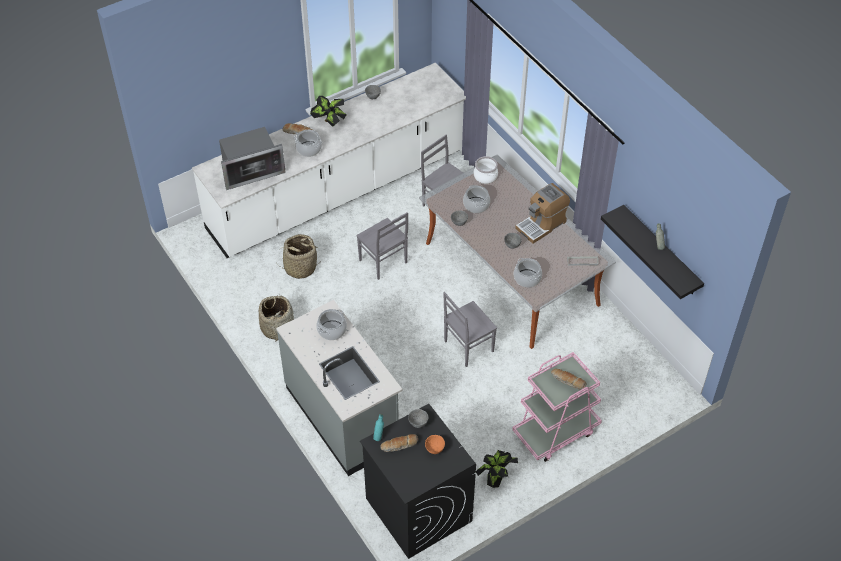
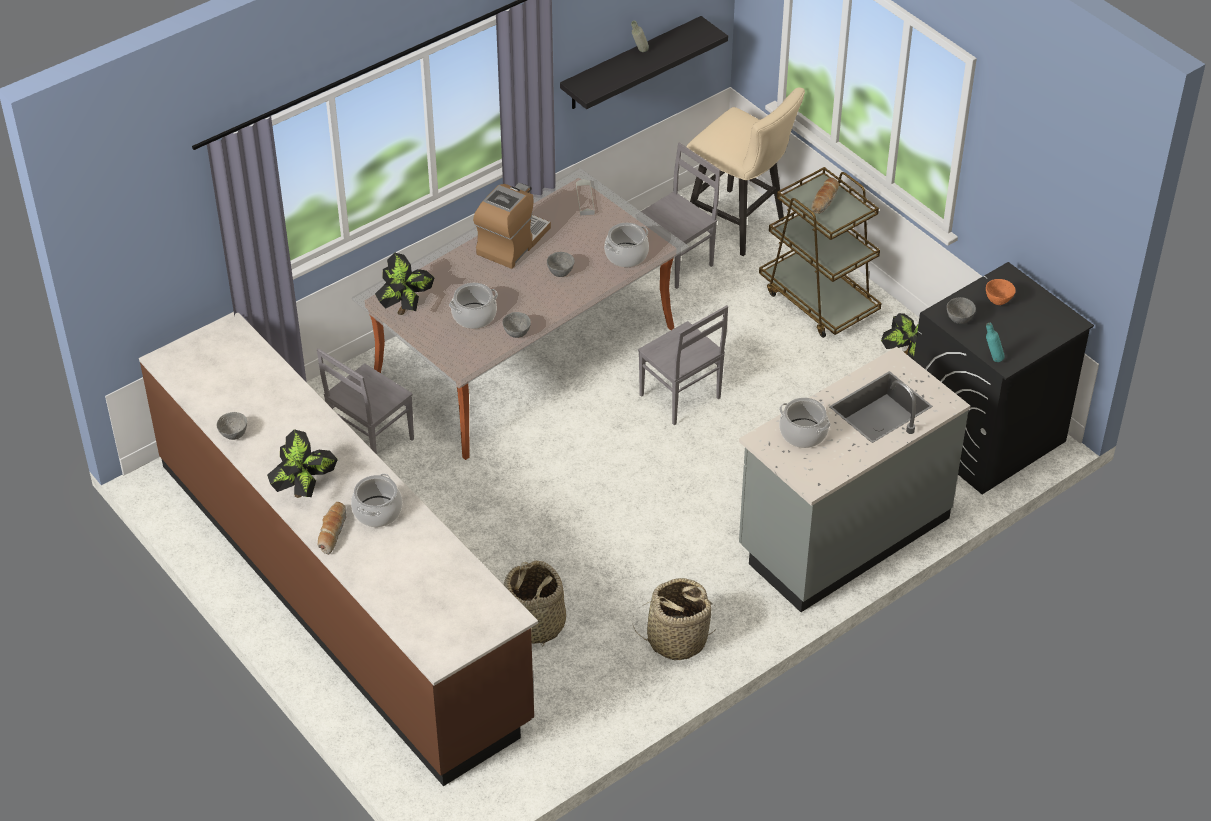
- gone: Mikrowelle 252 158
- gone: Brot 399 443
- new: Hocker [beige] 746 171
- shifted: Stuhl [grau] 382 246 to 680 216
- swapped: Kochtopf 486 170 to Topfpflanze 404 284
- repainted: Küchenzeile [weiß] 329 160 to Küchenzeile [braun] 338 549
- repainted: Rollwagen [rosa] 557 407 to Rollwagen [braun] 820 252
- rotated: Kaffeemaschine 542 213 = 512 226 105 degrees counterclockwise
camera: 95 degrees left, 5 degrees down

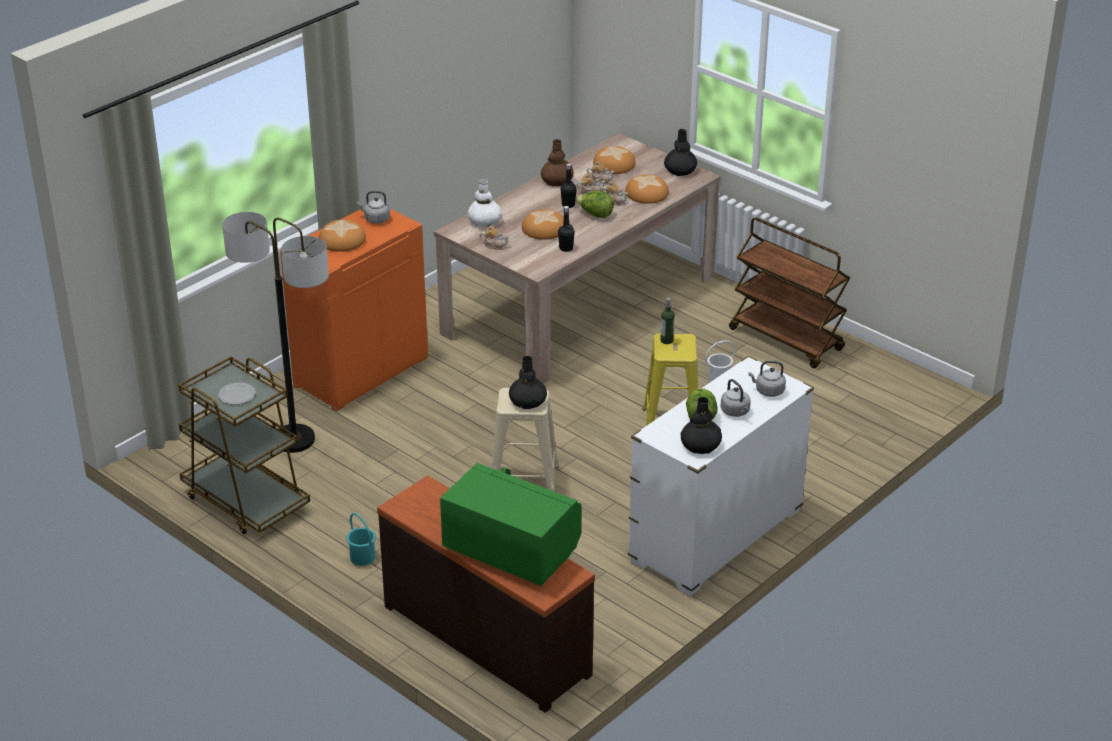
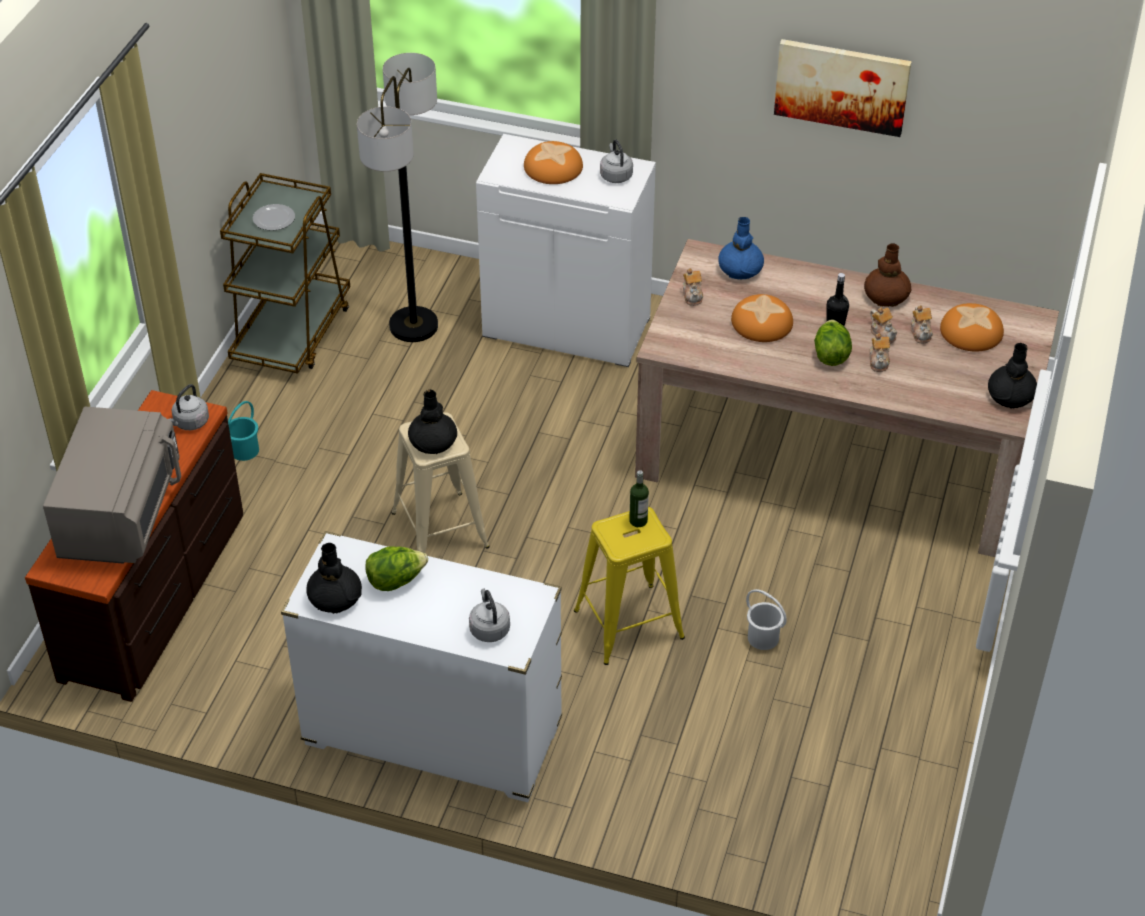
- gone: Flasche [schwarz] 566 229
- gone: Brot 647 189
- gone: Rollwagen [braun] 789 292
- new: Bild 843 88
- shifted: Wasserkessel [grau] 735 398 to 189 407
- repainted: Schrank [orange] 354 310 to Schrank [weiß] 566 250
- repainted: Mikrowelle [grün] 510 524 to Mikrowelle [grau] 112 485
- repainted: Vase [weiß] 484 203 to Vase [blau] 741 248
camera: 65 degrees right, 10 degrees up

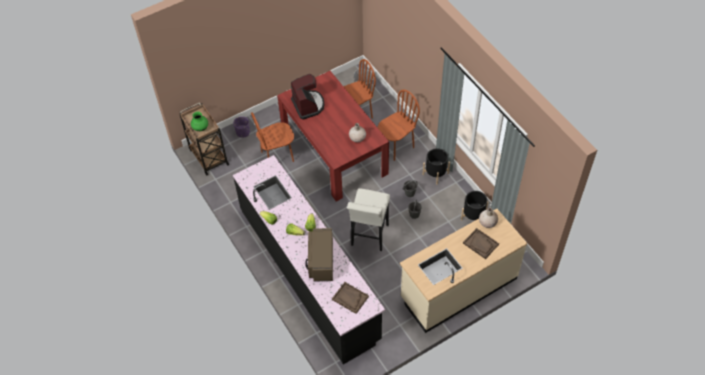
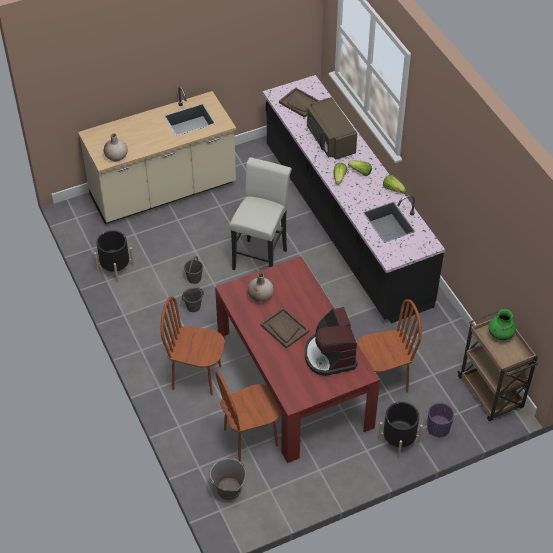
- shifted: Pflanzkübel [schwarz] 436 166 to 400 430
- shifted: Tablett [braun] 481 243 to 284 328
- rotated: Mikrowelle [braun] 319 255 = 332 128 150 degrees clockwise
- rotated: Stuhl [braun] 398 125 = 193 346 45 degrees clockwise
camera: 175 degrees left, 5 degrees down

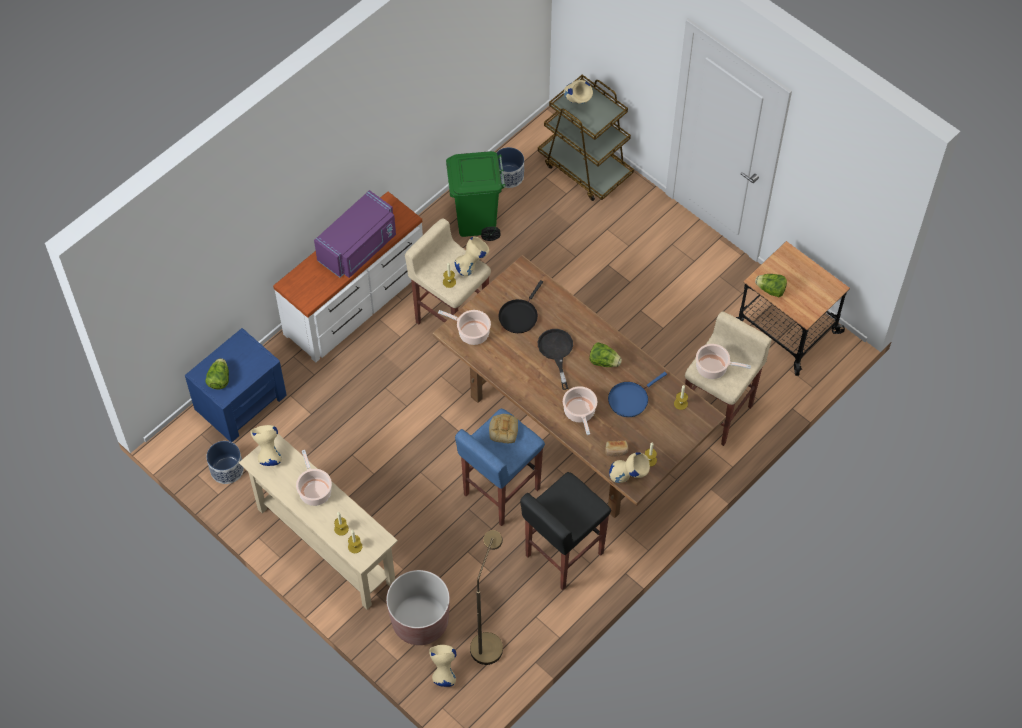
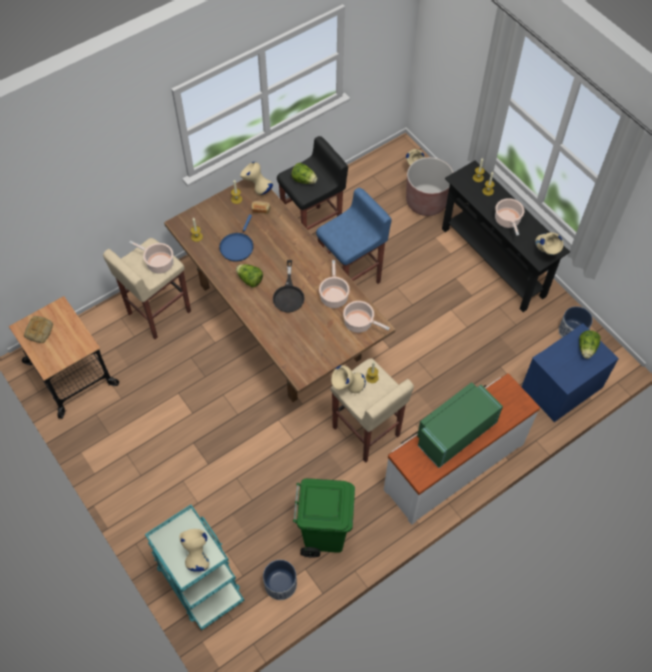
- gone: Stehlampe [braun] 486 597
- gone: Pfanne [schwarz] 520 306
- shifted: Brot 503 428 to 38 329
- shifted: Kochtopf 580 410 to 334 284
- shifted: Salatkopf 771 285 to 304 173
- repainted: Konsolentisch [beige] 318 521 to Konsolentisch [schwarz] 506 236
- repainted: Mikrowelle [lila] 355 234 to Mikrowelle [grün] 460 425
- repainted: Rollwagen [braun] 586 138 to Rollwagen [türkis] 194 567
- rotated: Pfanne [blau] 637 394 = 236 238 135 degrees clockwise
camera: 170 degrees left, 0 degrees up

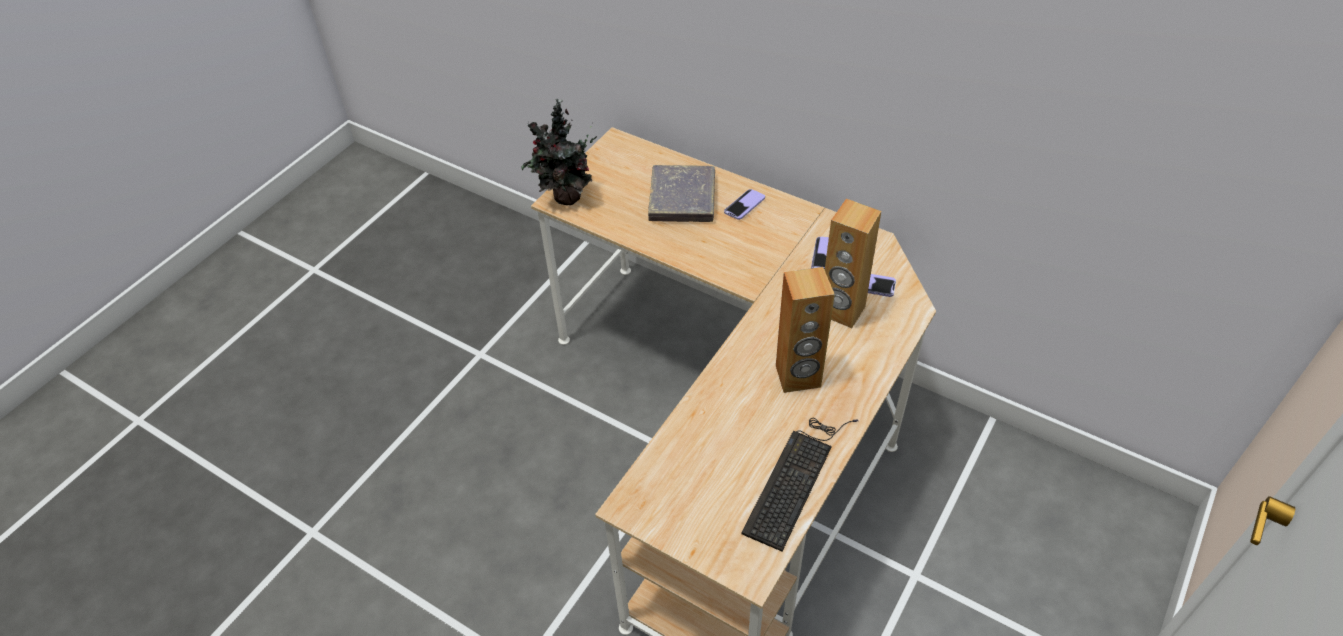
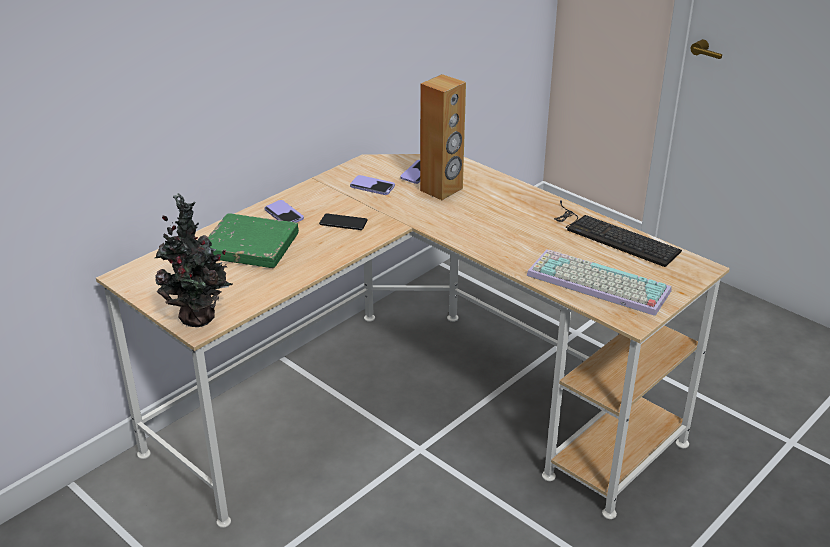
- gone: Lautsprecher [braun] 805 330
- new: Handy 343 221
- new: Tastatur 599 282
- repainted: Buch [grau] 681 193 to Buch [grün] 253 240
camera: 80 degrees left, 15 degrees down

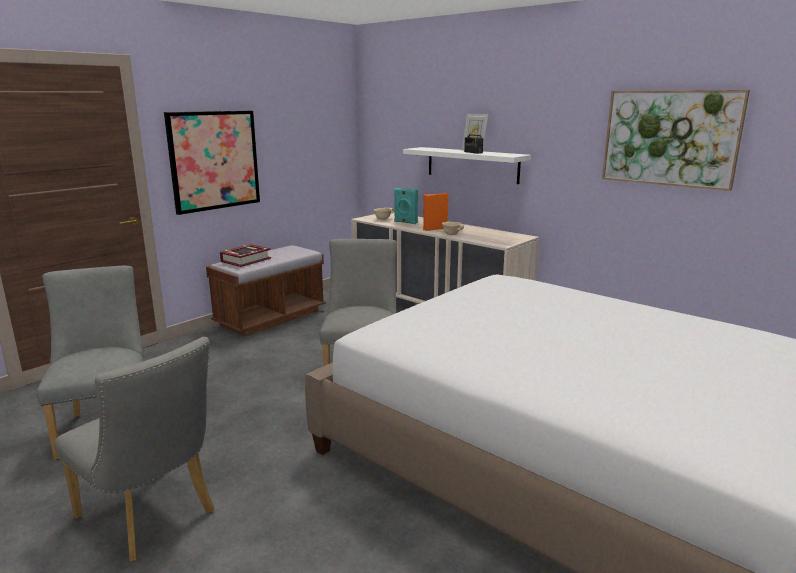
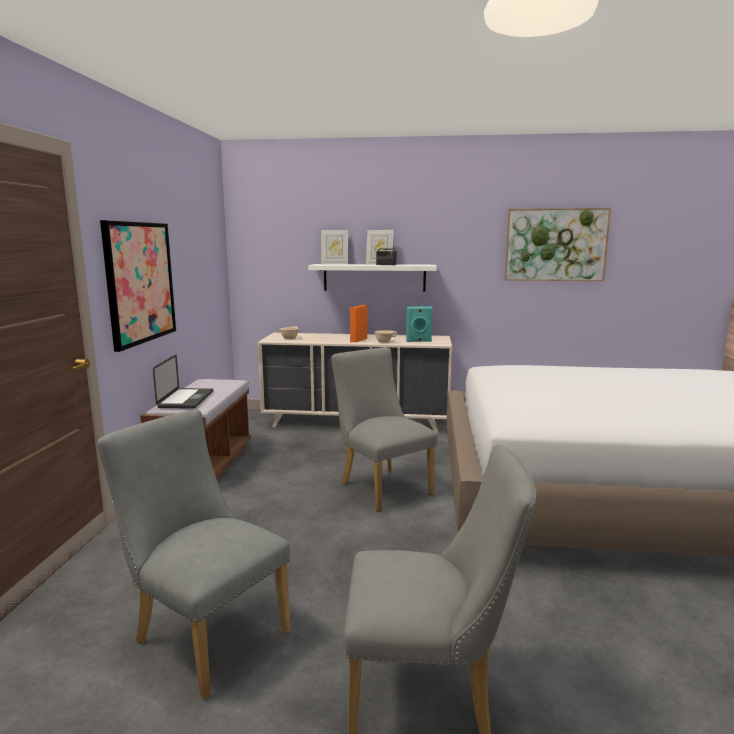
- new: Bilderrahmen 334 247
- shifted: Lautsprecher [türkis] 406 206 to 419 324
- swapped: Buch 245 255 to Laptop 183 381
camera: 35 degrees left, 5 degrees down

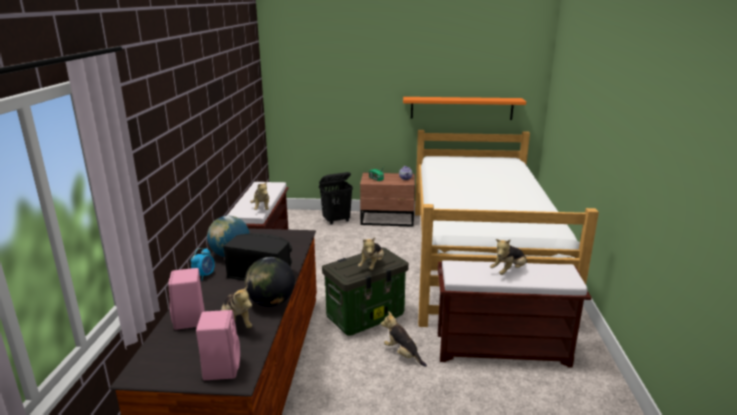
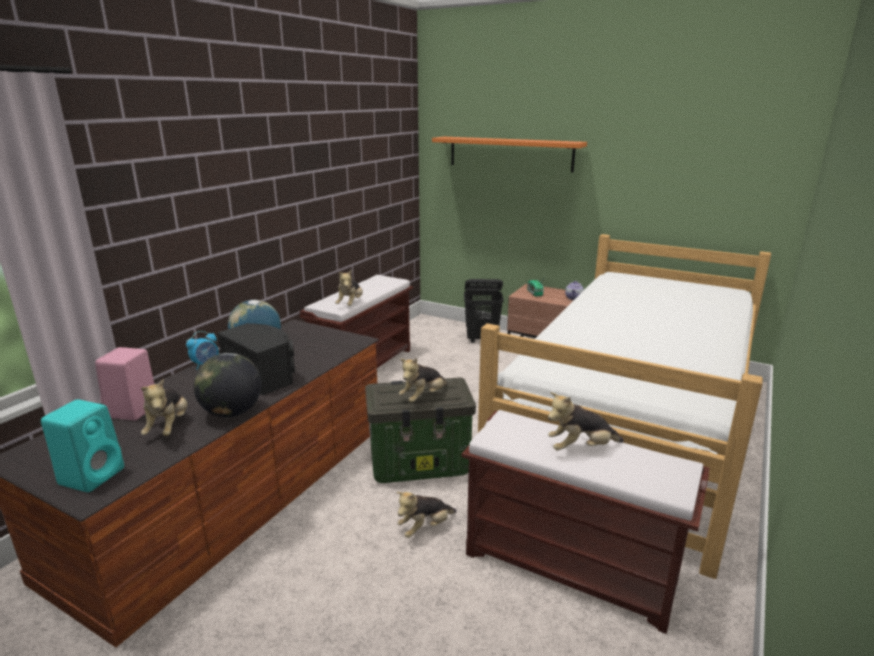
- shifted: Wandregal [orange] 464 108 to 509 154
- repainted: Lautsprecher [rosa] 218 345 to Lautsprecher [türkis] 82 445
- rotated: Plüschtier 404 339 = 426 515 105 degrees counterclockwise
camera: 25 degrees right, 0 degrees up

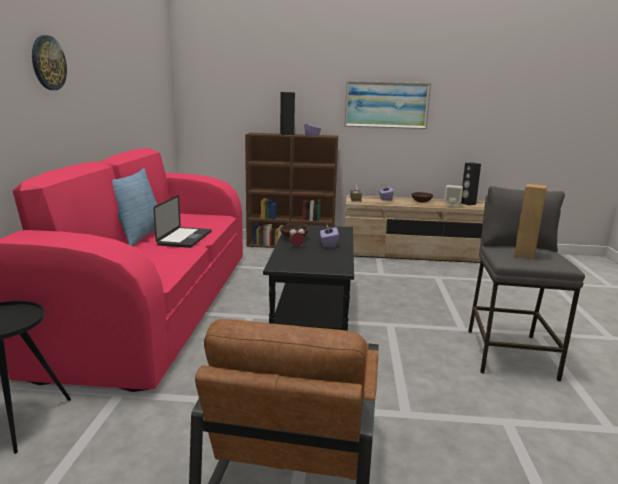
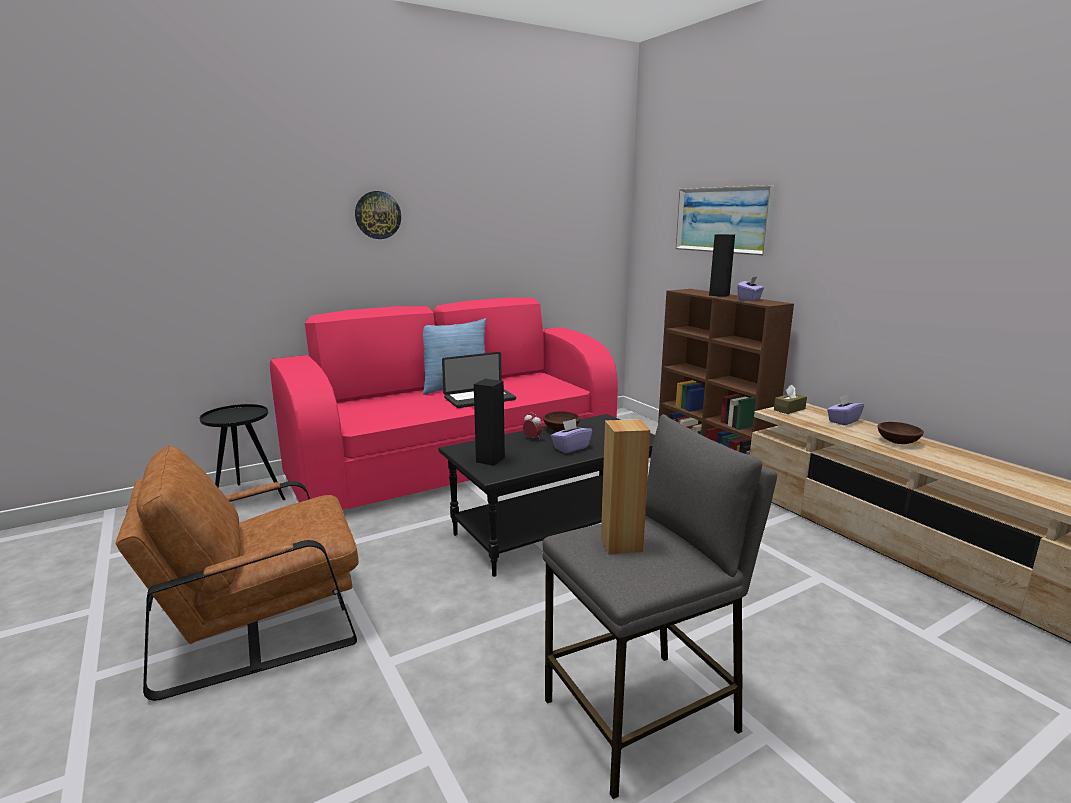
- gone: Lautsprecher [beige] 453 196
- shifted: Bild 387 105 to 725 220
- shifted: Lautsprecher [schwarz] 471 183 to 489 422
camera: 55 degrees right, 0 degrees up

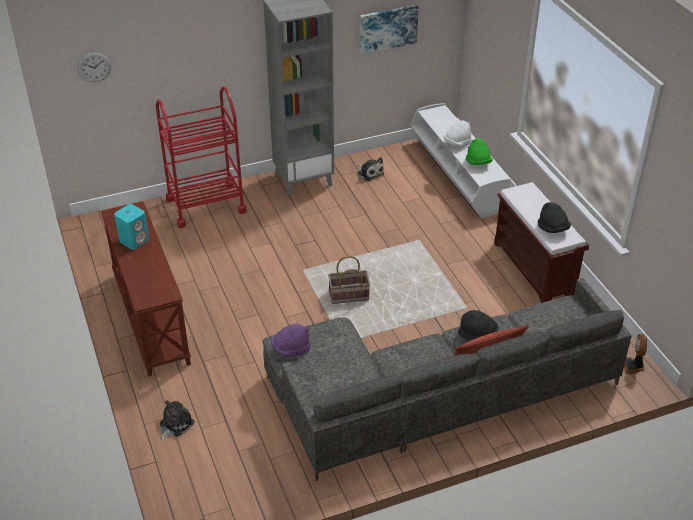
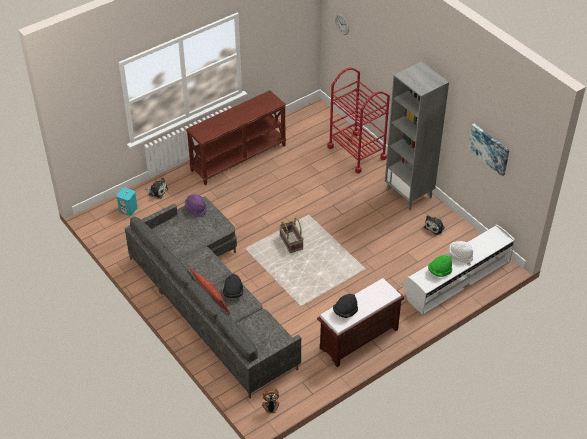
- shifted: Lautsprecher [türkis] 131 227 to 127 202
camera: 75 degrees right, 5 degrees up

